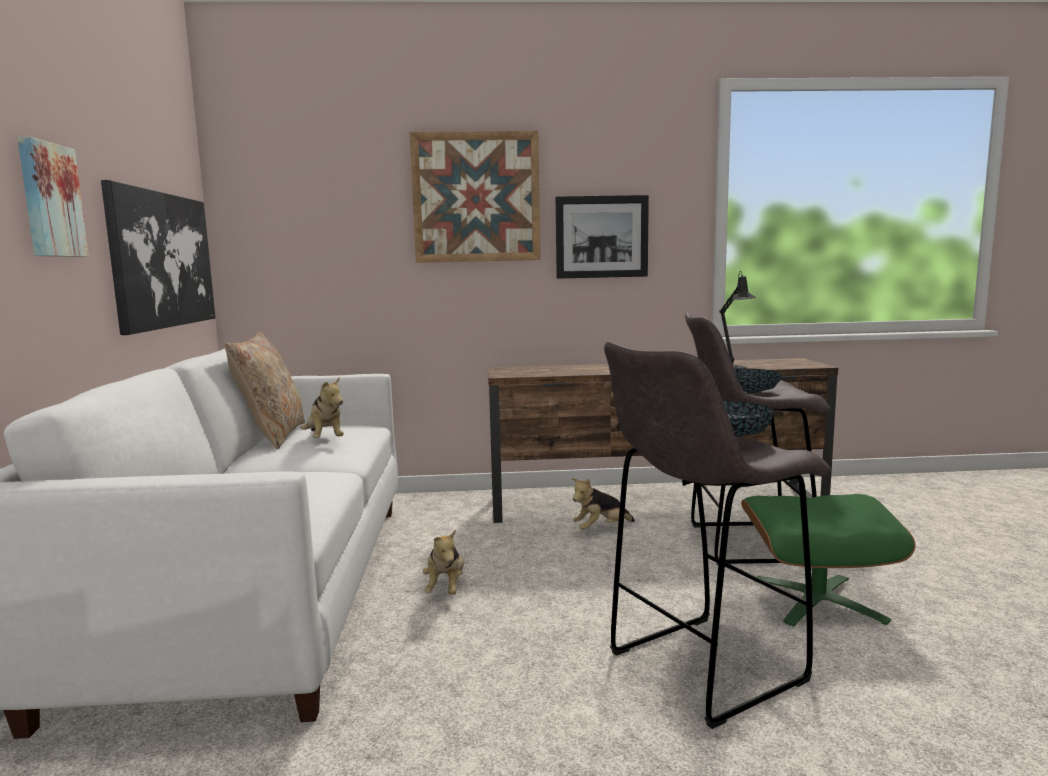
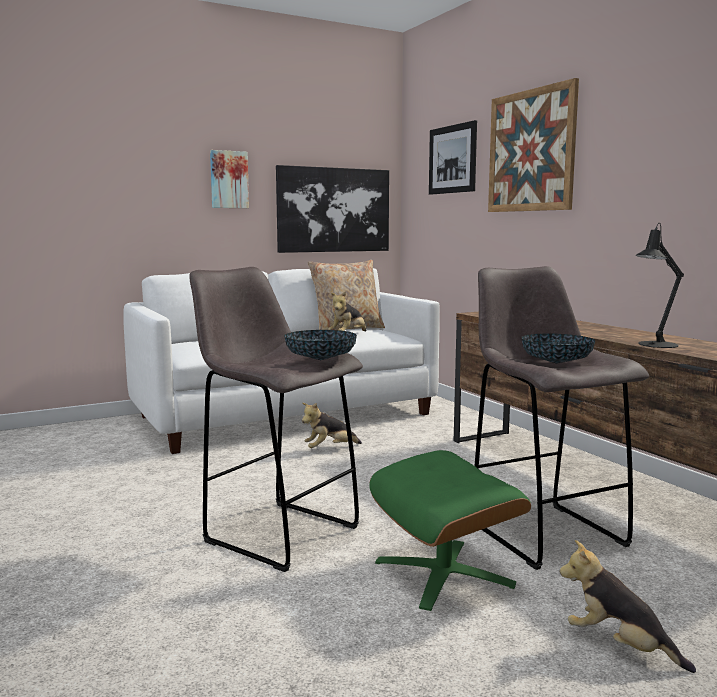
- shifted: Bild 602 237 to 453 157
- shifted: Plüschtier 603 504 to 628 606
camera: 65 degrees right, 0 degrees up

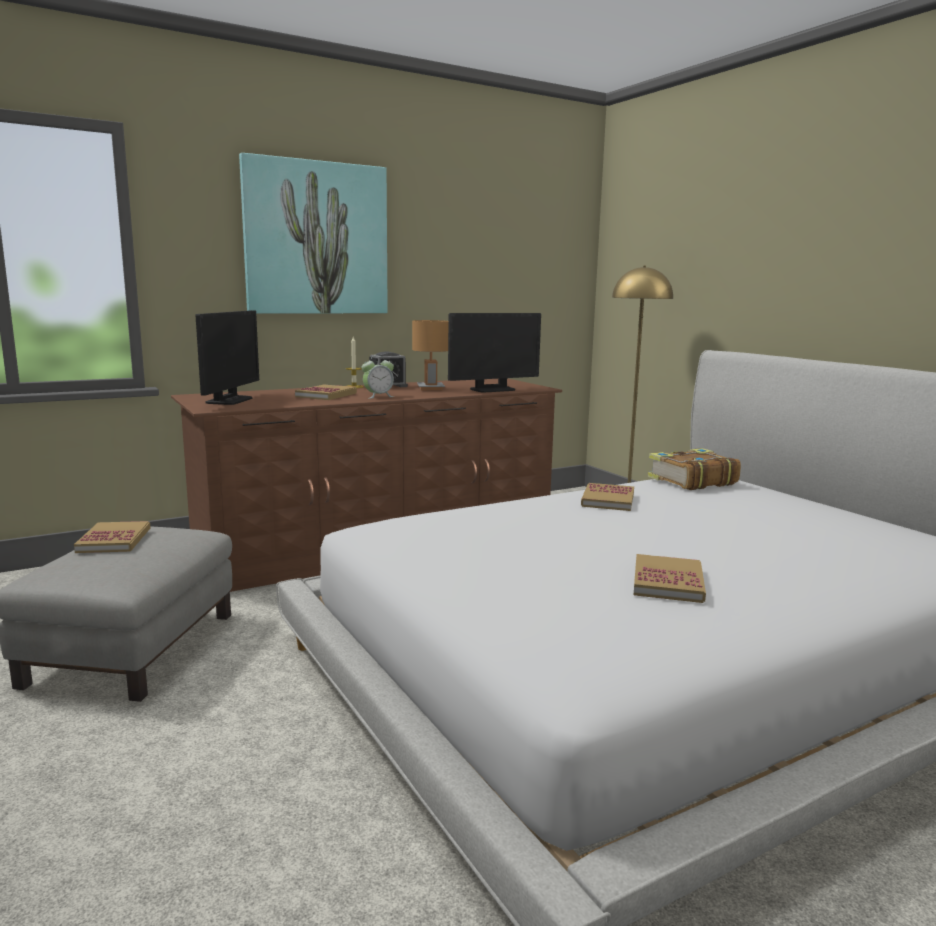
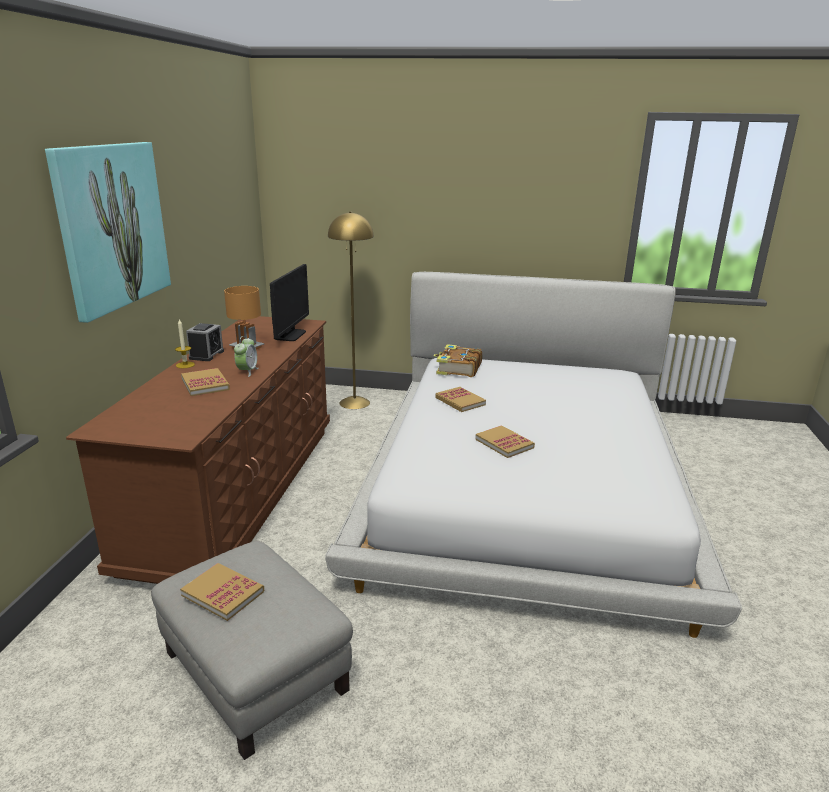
- gone: Monitor 227 357
- shifted: Buch 670 578 to 505 441
camera: 50 degrees left, 10 degrees up

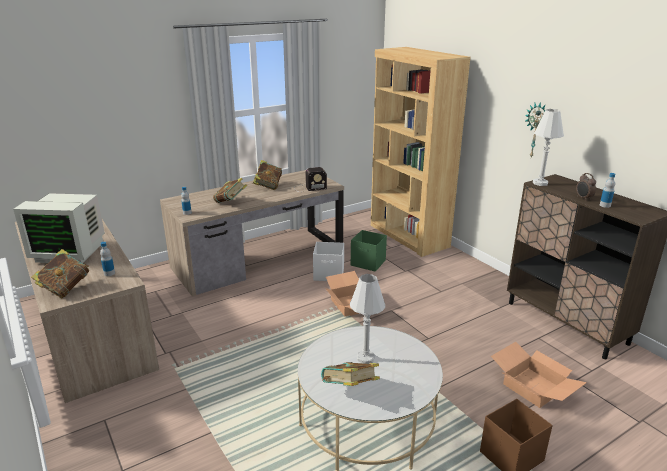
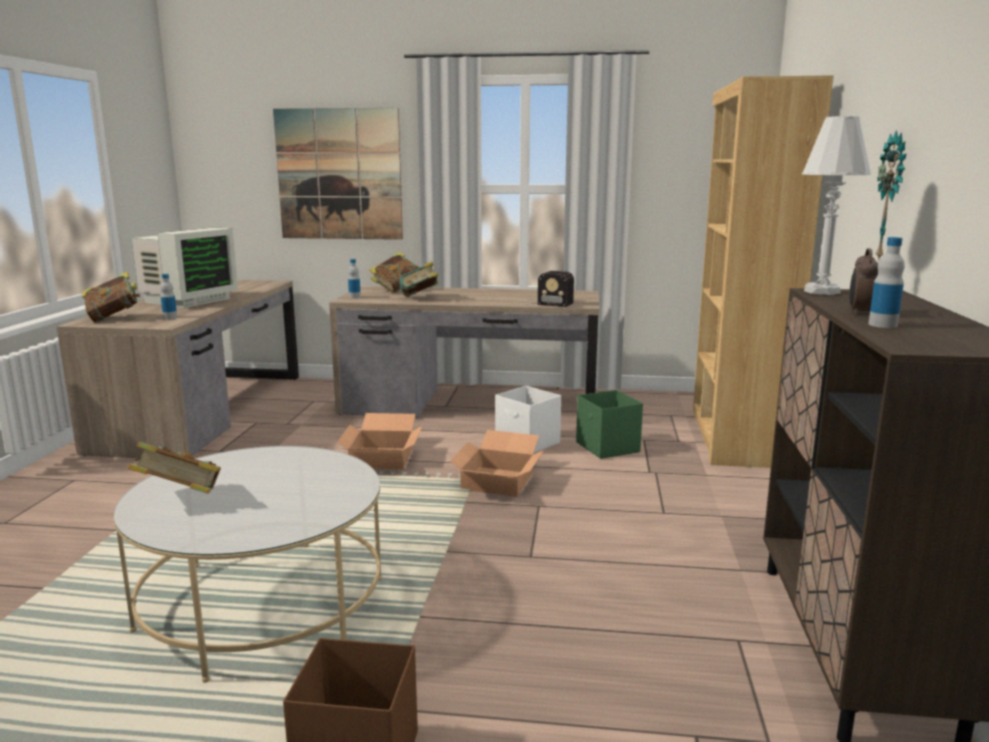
- gone: Tischlampe [weiß] 367 319
- new: Bild 338 174
- shifted: Buch 267 175 to 394 272
- shifted: Karton 539 375 to 379 441
- rotated: Monitor 59 228 = 184 267 105 degrees counterclockwise
camera: 40 degrees right, 10 degrees down

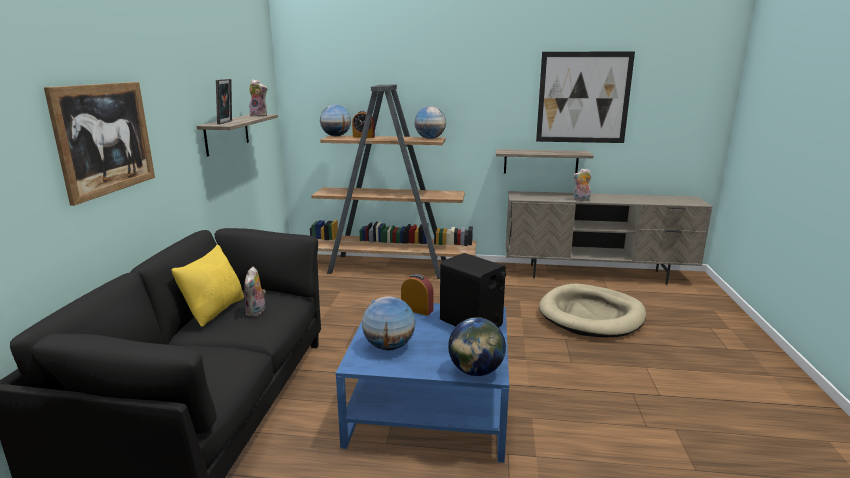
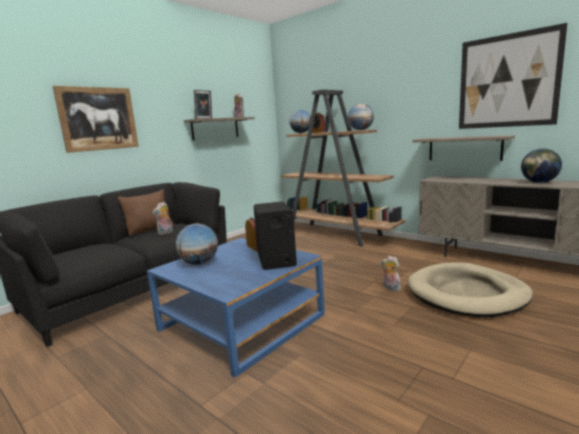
- shifted: Globus 477 346 to 541 166
- shifted: Plüschtier 582 184 to 391 273
- repainted: Kissen [gelb] 208 285 to Kissen [braun] 145 212
camera: 35 degrees right, 5 degrees down

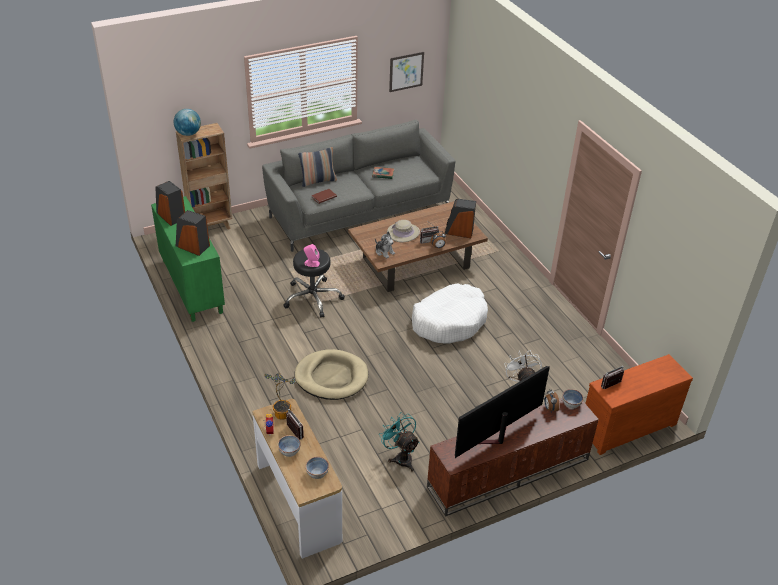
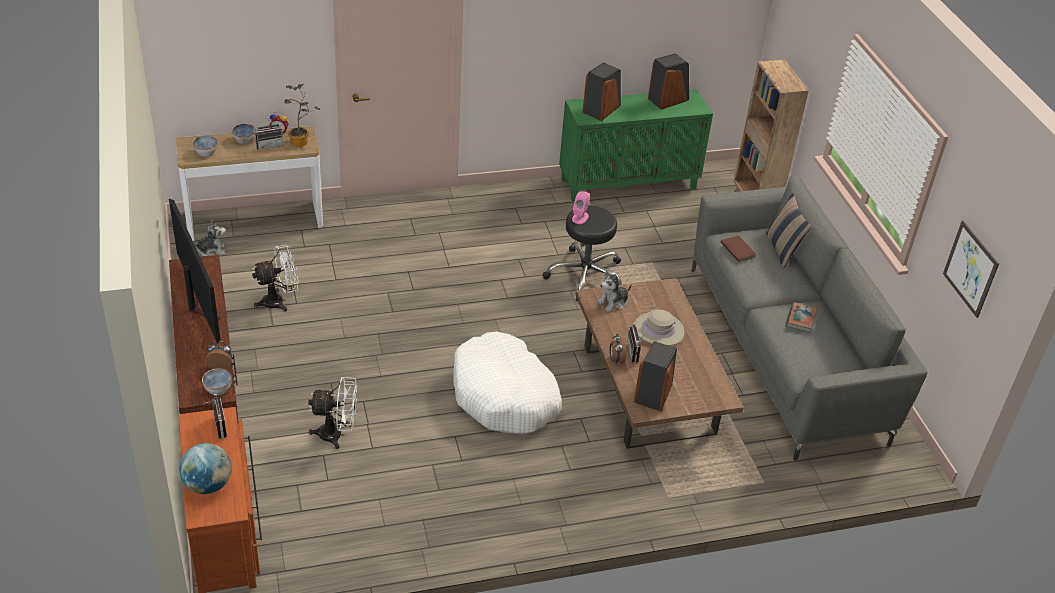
- gone: Hundebett [beige] 331 374
- new: Plüschtier 210 238
- shifted: Globus 187 122 to 205 468
- repainted: Ventilator [türkis] 399 441 to Ventilator [weiß] 275 278
camera: 100 degrees right, 0 degrees up

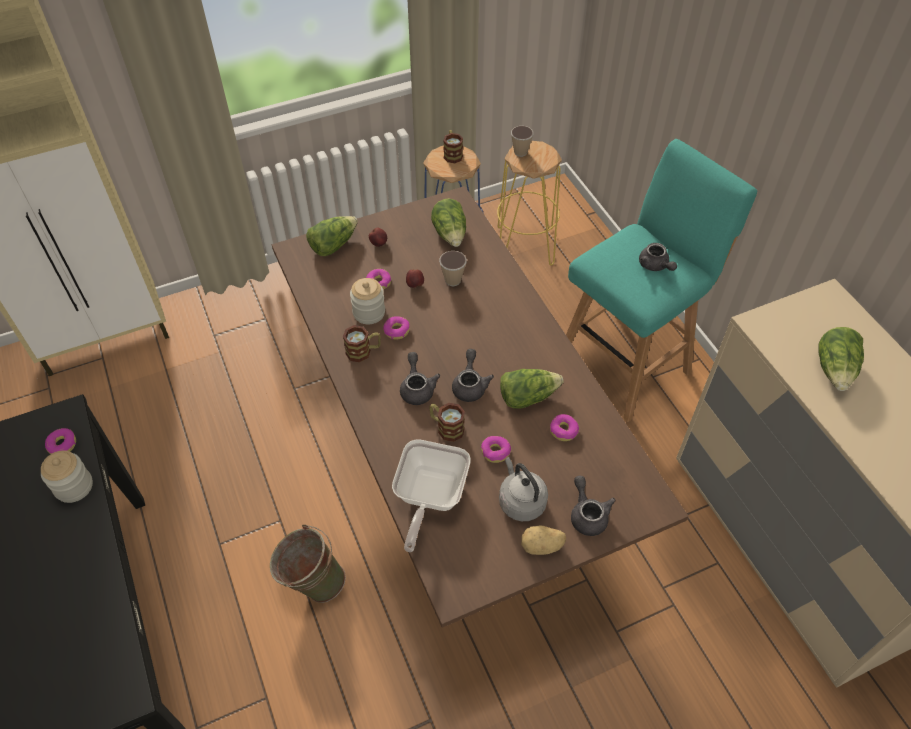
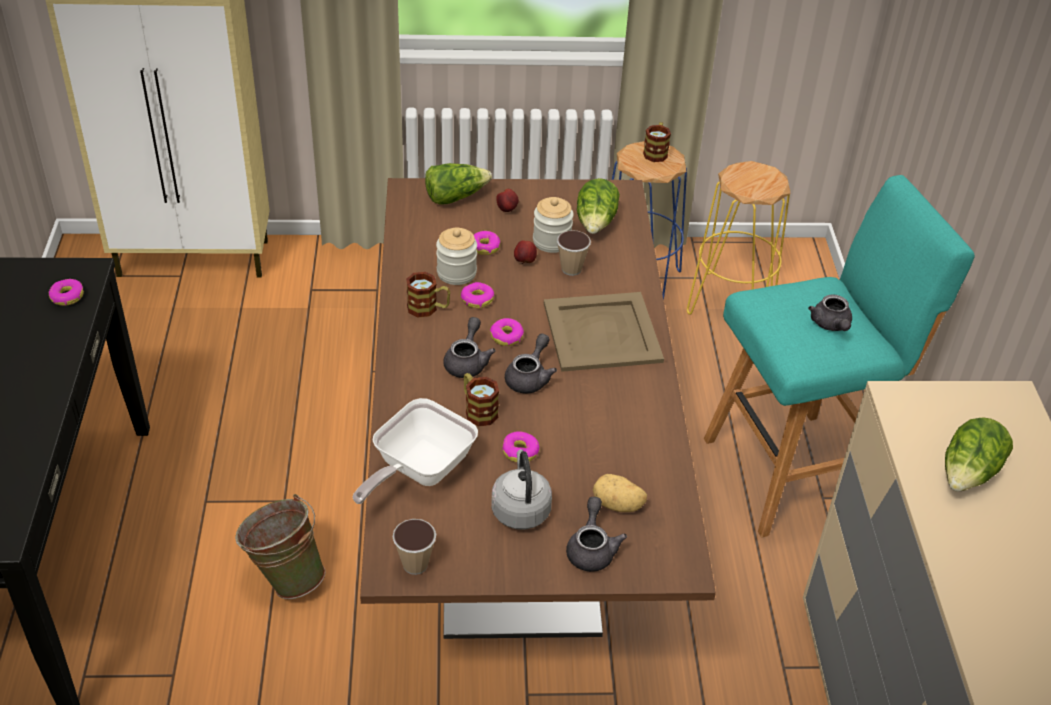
- gone: Salatkopf 532 389
- new: Tablett [beige] 604 332
- shifted: Vorratsglas 67 477 to 553 225
- shifted: Tasse 522 141 to 414 547
- shifted: Kartoffel 543 540 to 620 493
- shifted: Donut 564 427 to 507 332
camera: 20 degrees right, 10 degrees down

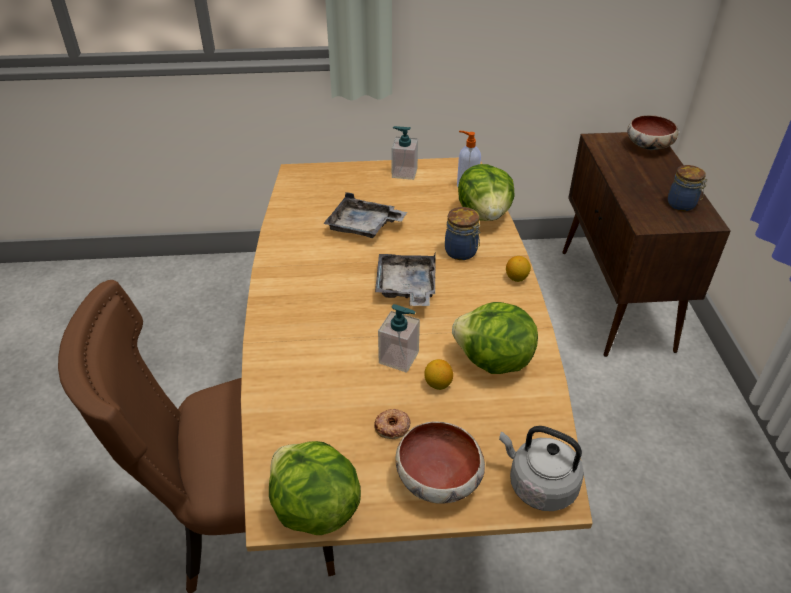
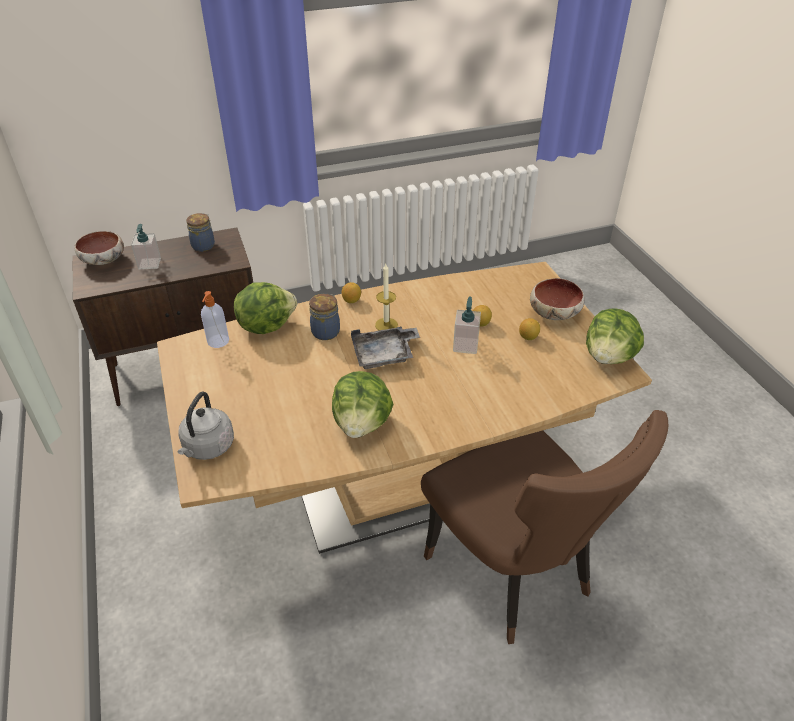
- gone: Tablett [grau] 365 215
- new: Kerze 386 297
- shifted: Seifenspender 405 153 to 146 246
- shifted: Salatkopf 495 338 to 362 404
- shifted: Wasserkessel [grau] 541 468 to 205 425
- swapped: Donut 392 424 to Zitrone 529 329
camera: 105 degrees left, 0 degrees up

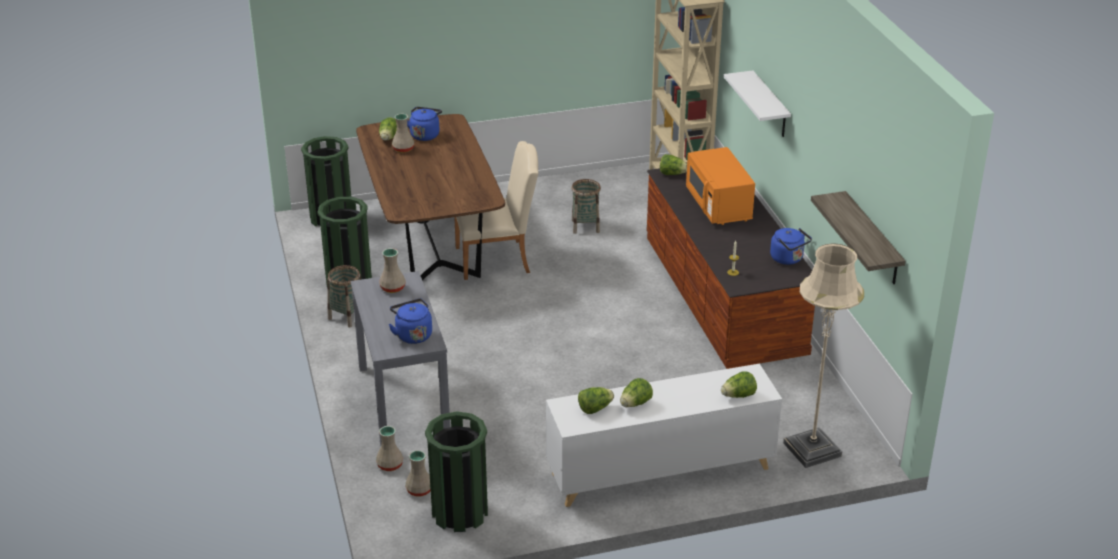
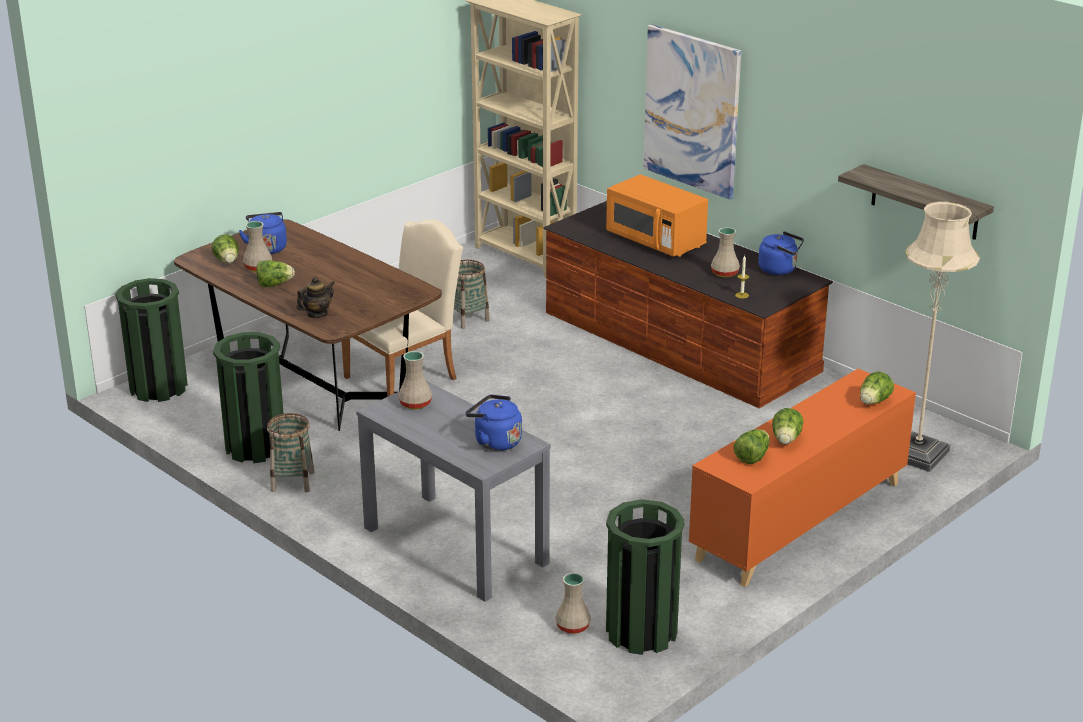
- new: Teekanne 316 297
- shifted: Vase [beige] 389 448 to 725 252
- shifted: Salatkopf 673 164 to 275 273
- swapped: Wandregal [weiß] 757 103 to Bild 692 111
- repainted: Schrank [weiß] 664 435 to Schrank [orange] 802 478
camera: 30 degrees left, 5 degrees down

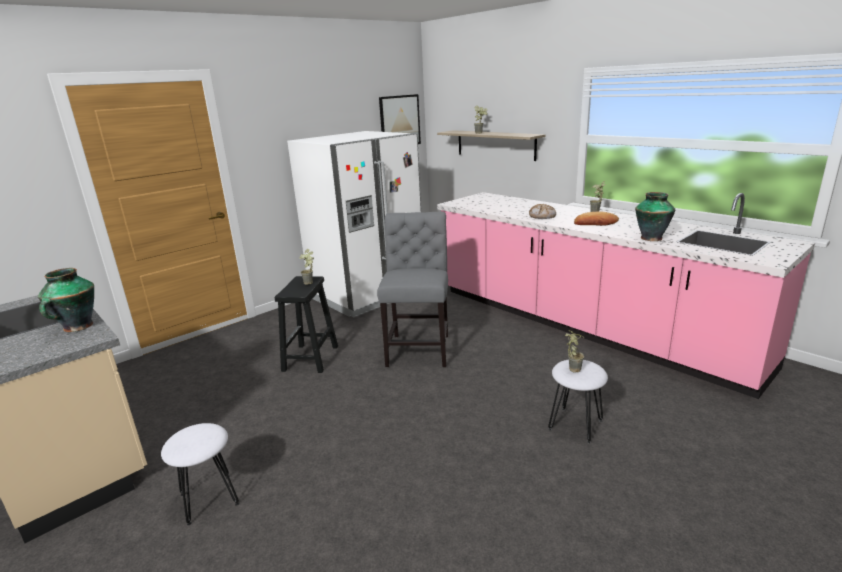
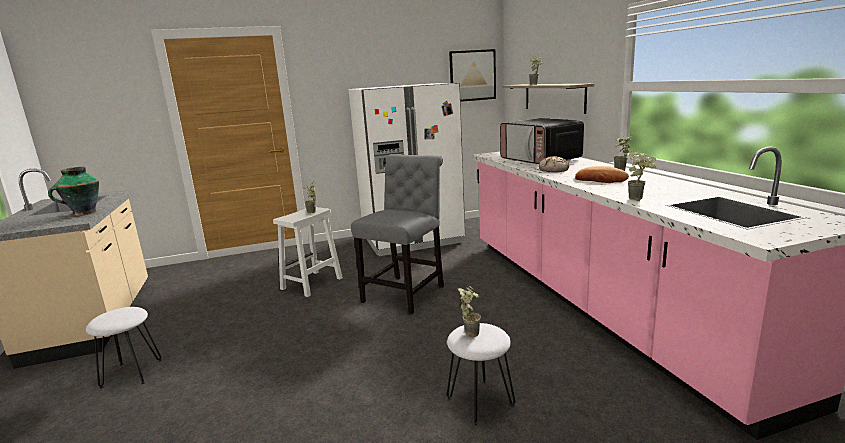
- new: Mikrowelle 542 141
- swapped: Vase 655 216 to Topfpflanze 642 175
- repainted: Hocker [schwarz] 306 324 to Hocker [weiß] 308 252
camera: 25 degrees right, 5 degrees down

